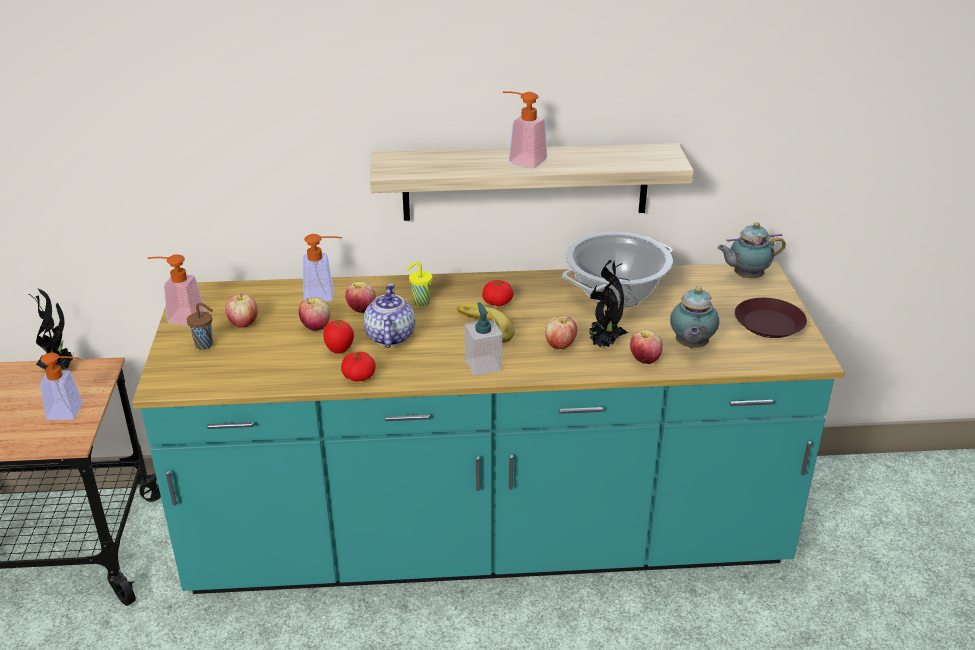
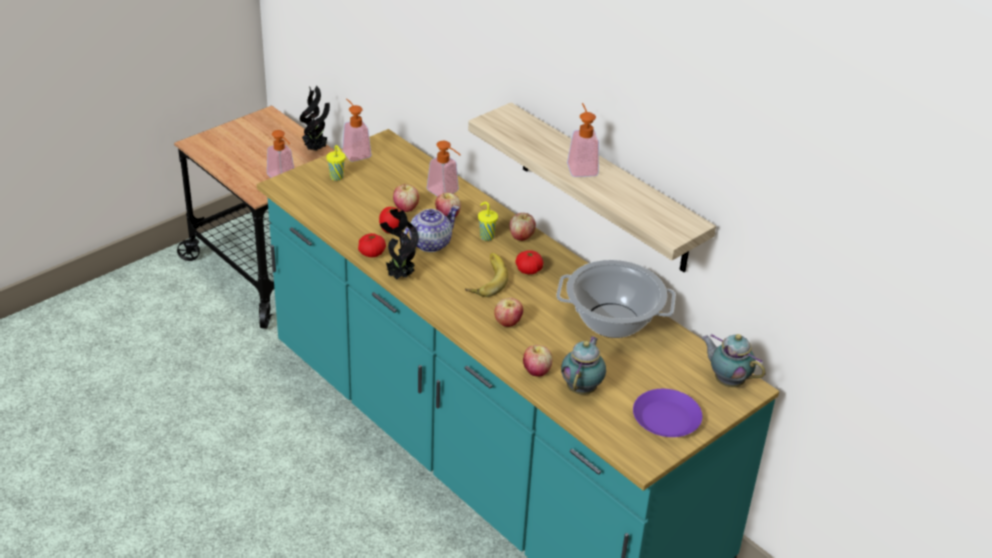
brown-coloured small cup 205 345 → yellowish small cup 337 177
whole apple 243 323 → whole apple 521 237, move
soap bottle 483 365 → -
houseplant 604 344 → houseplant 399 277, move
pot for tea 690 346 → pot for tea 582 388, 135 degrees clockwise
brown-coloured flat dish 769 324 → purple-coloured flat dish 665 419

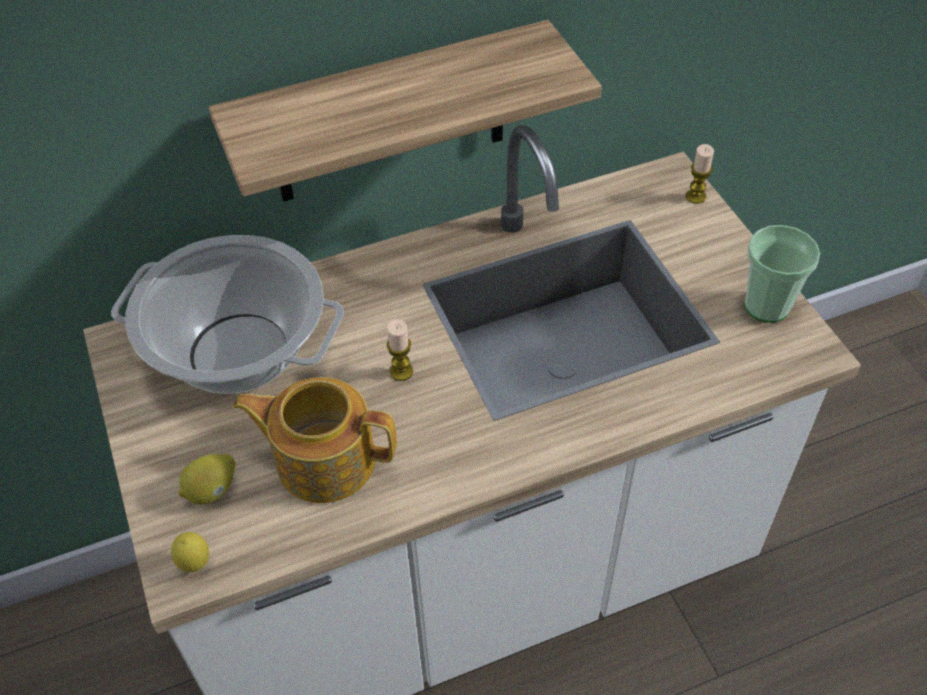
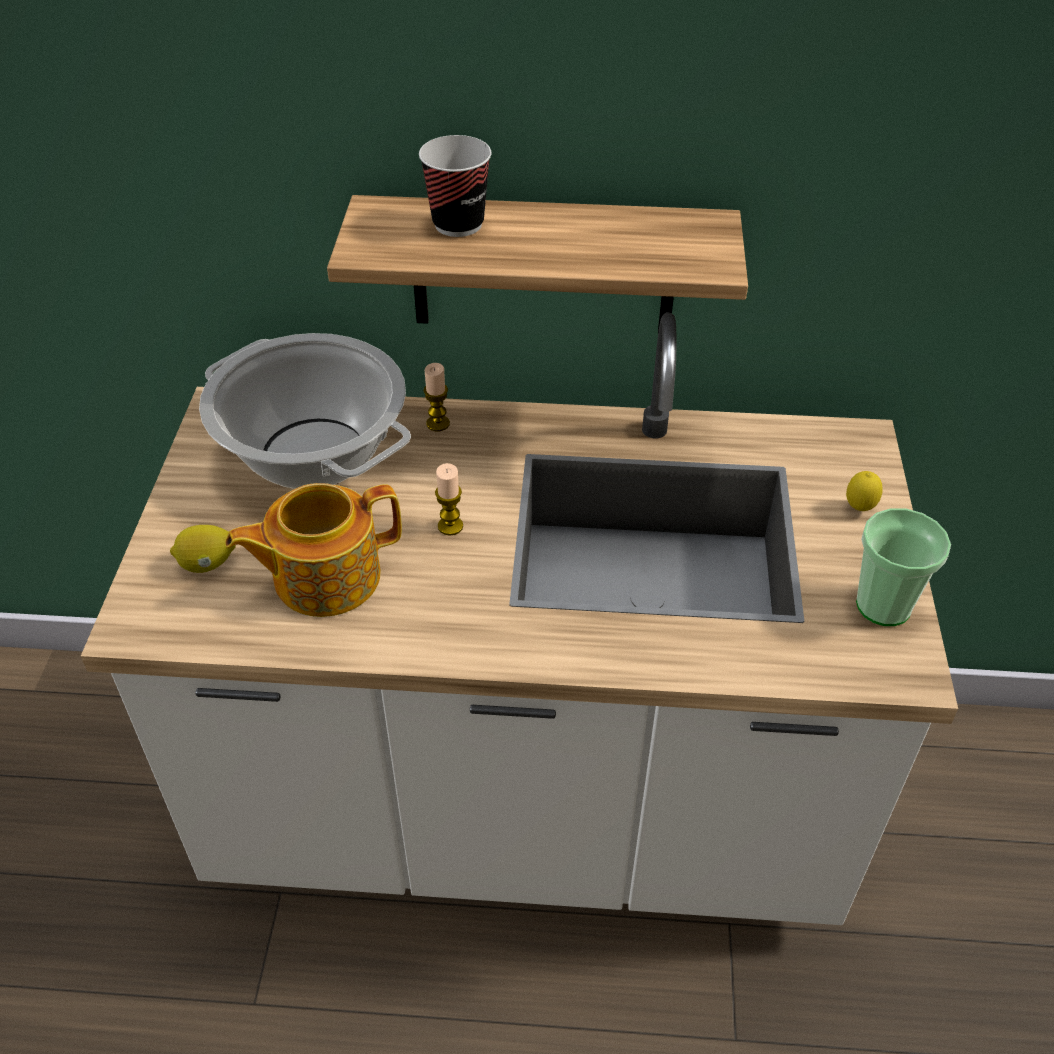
lemon 195 564 → lemon 859 509, move
pot for tea 324 459 → pot for tea 324 576, 60 degrees counterclockwise
candle 695 196 → candle 438 423, move
- → small cup 458 224

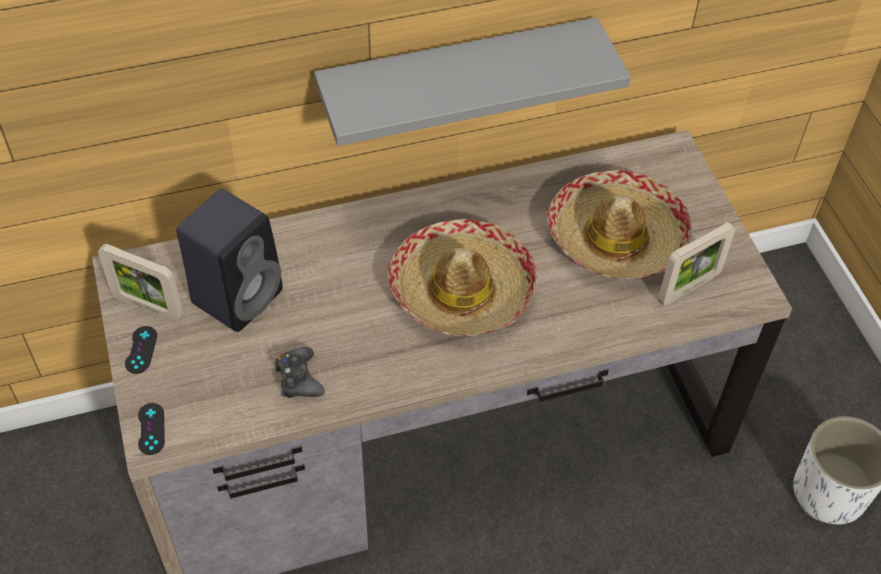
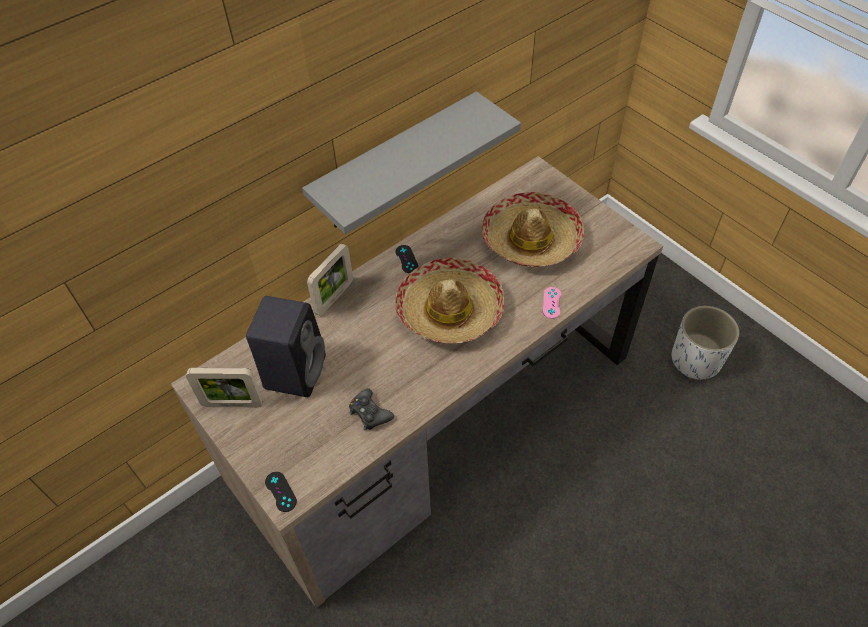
black game controller 141 350 → black game controller 406 259, move
standing frame 689 288 → standing frame 334 297, move
- → pink game controller 551 303

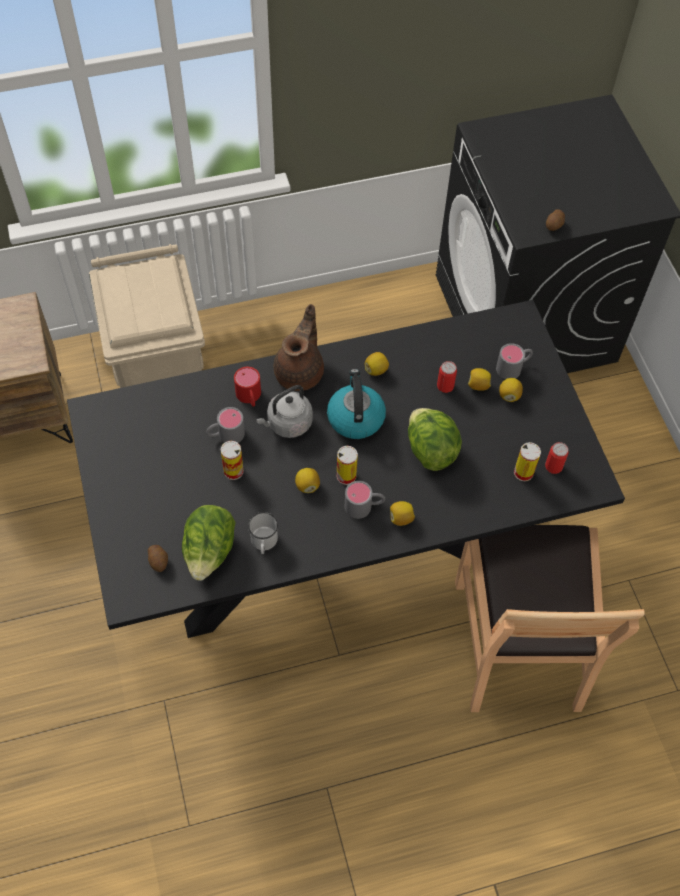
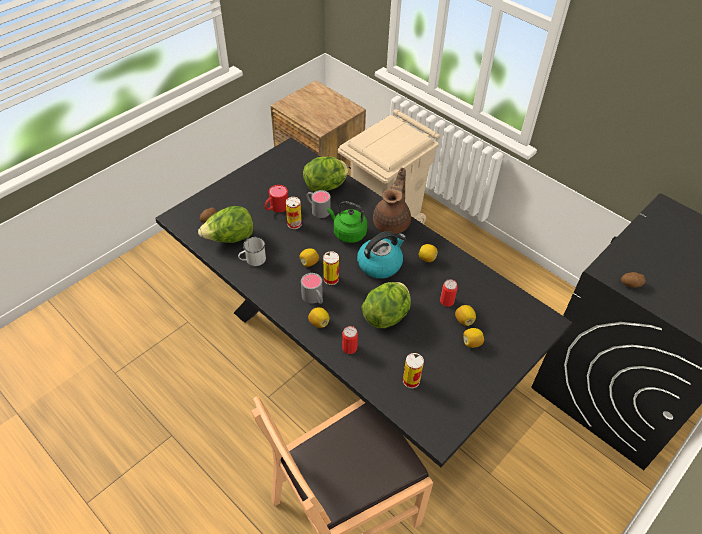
reddish mug 249 397 → reddish mug 276 208, move
grey water kettle 287 424 → green water kettle 348 233
brown-coloured pot for tea 300 372 → brown-coloured pot for tea 392 222, 60 degrees counterclockwise
grey mug 513 367 → -
metal can 553 466 → metal can 349 348, move
- → lettuce head 326 186

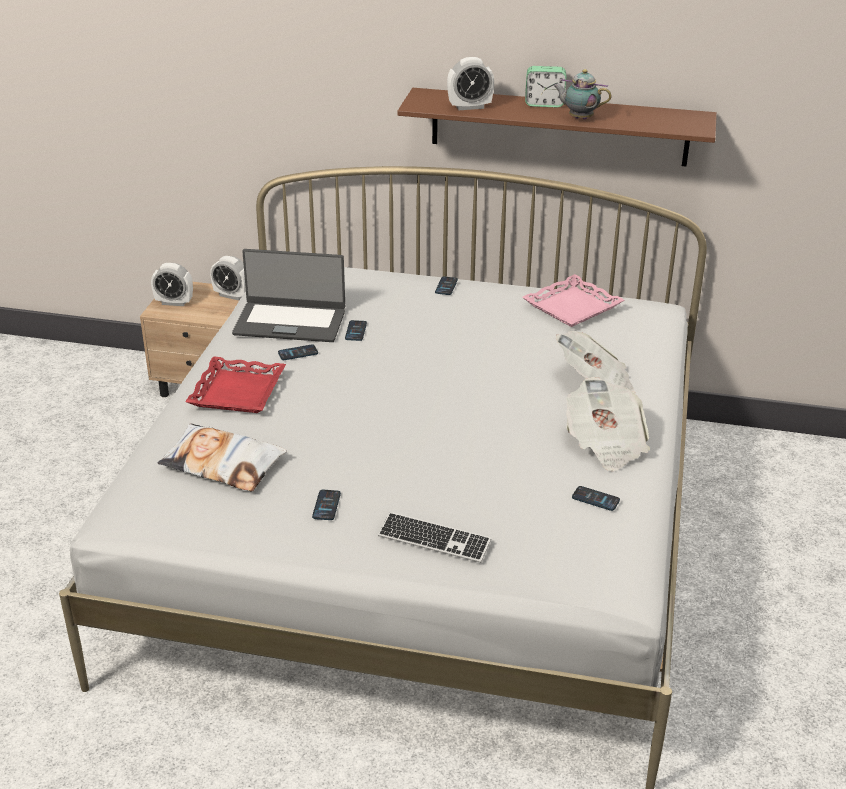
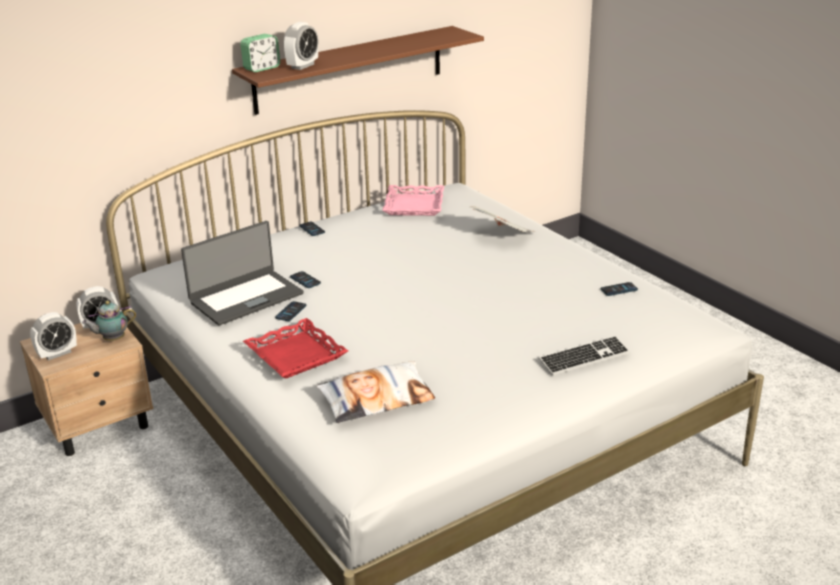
handset 326 505 → -
table clock 544 104 → table clock 261 68, move
pot for tea 579 118 → pot for tea 112 339, move
printed paper 605 444 → -

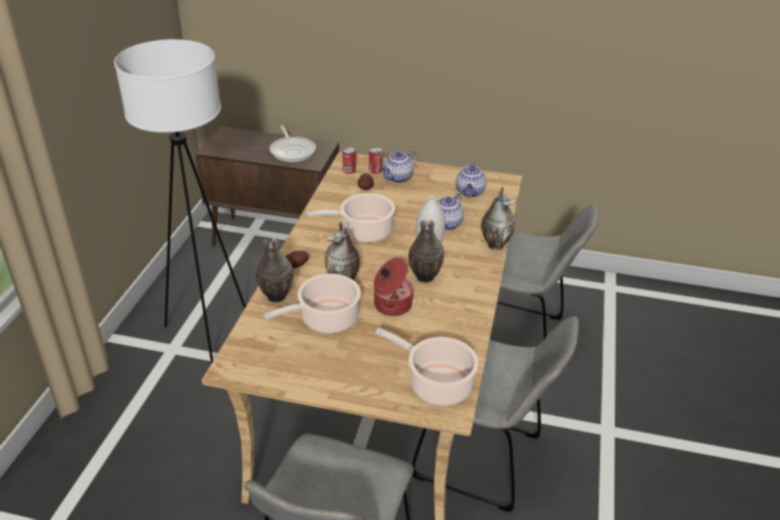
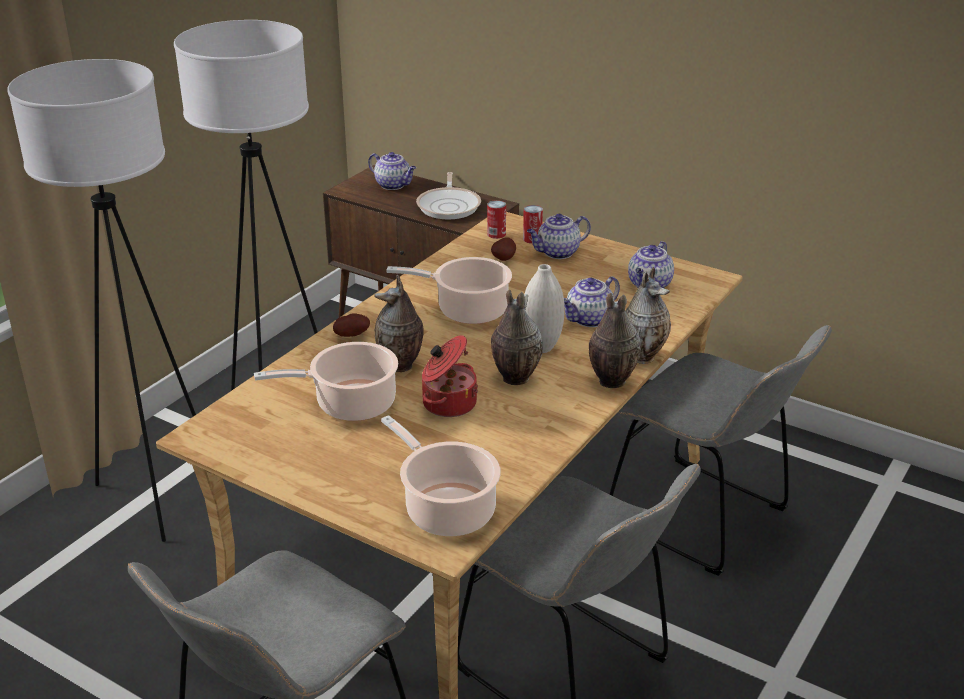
flower vase 275 297 → flower vase 610 382, move
- → white standard lamp 158 497
- → pot for tea 394 185

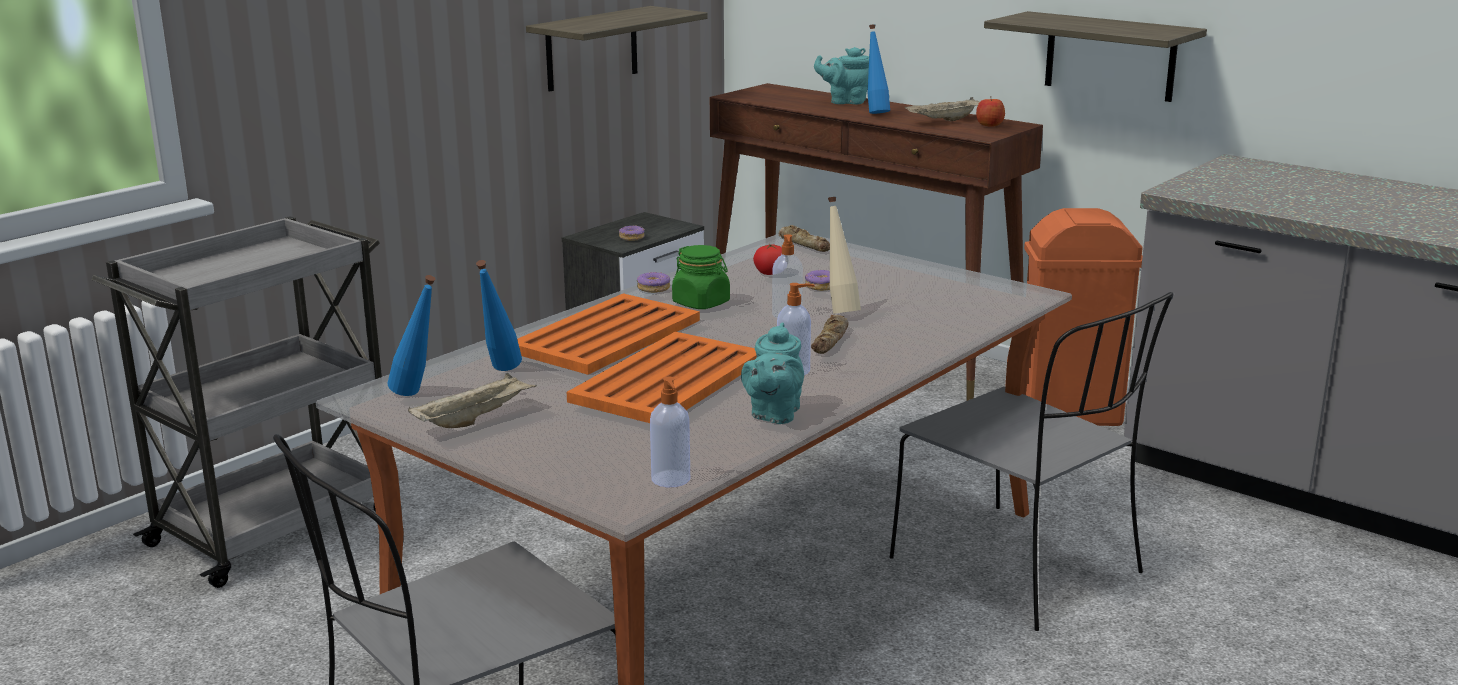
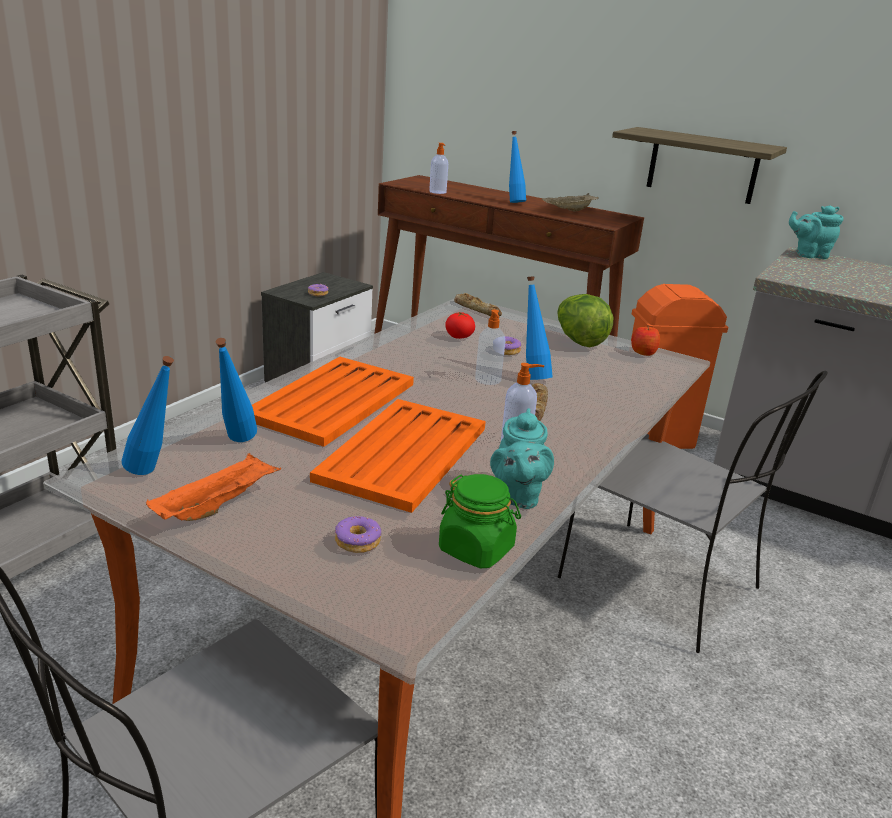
sand-coloured serving tray 474 419 → orange-coloured serving tray 217 505
wall shelf 592 48 → -
doughnut 654 288 → doughnut 358 541, move
soap bottle 671 480 → soap bottle 438 192, move
green storage jar 701 303 → green storage jar 476 549, move
blue-green pot for tea 845 101 → blue-green pot for tea 809 255, move
sand-coloured beverage bottle 840 311 → blue beverage bottle 531 376
whole apple 989 125 → whole apple 643 352, move
- → lettuce head 578 341

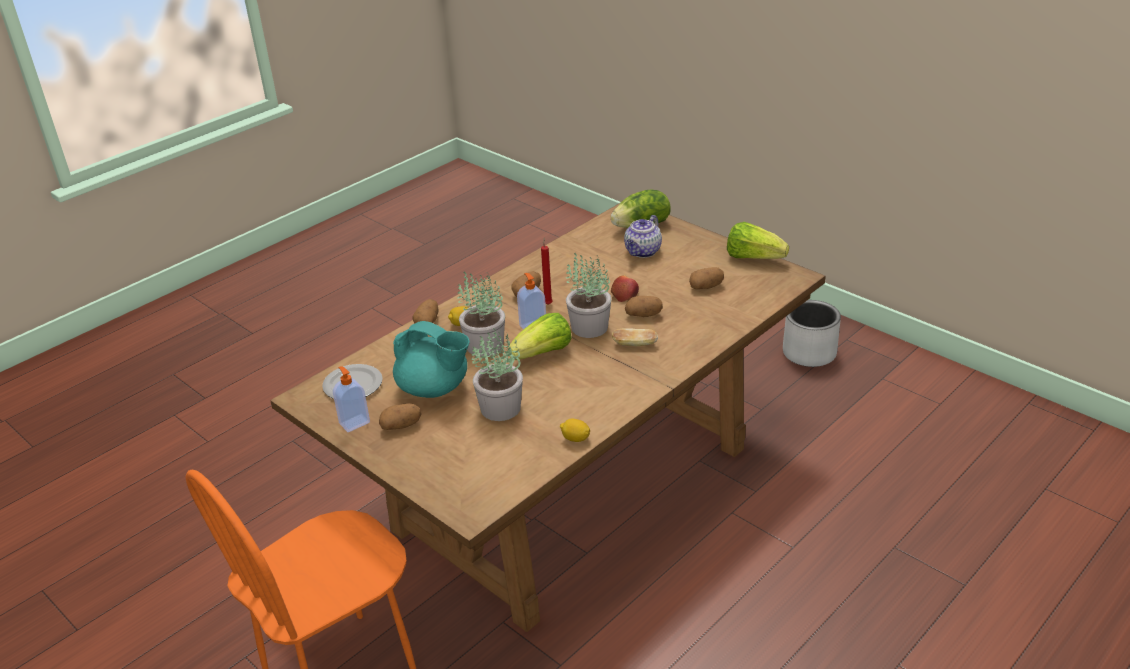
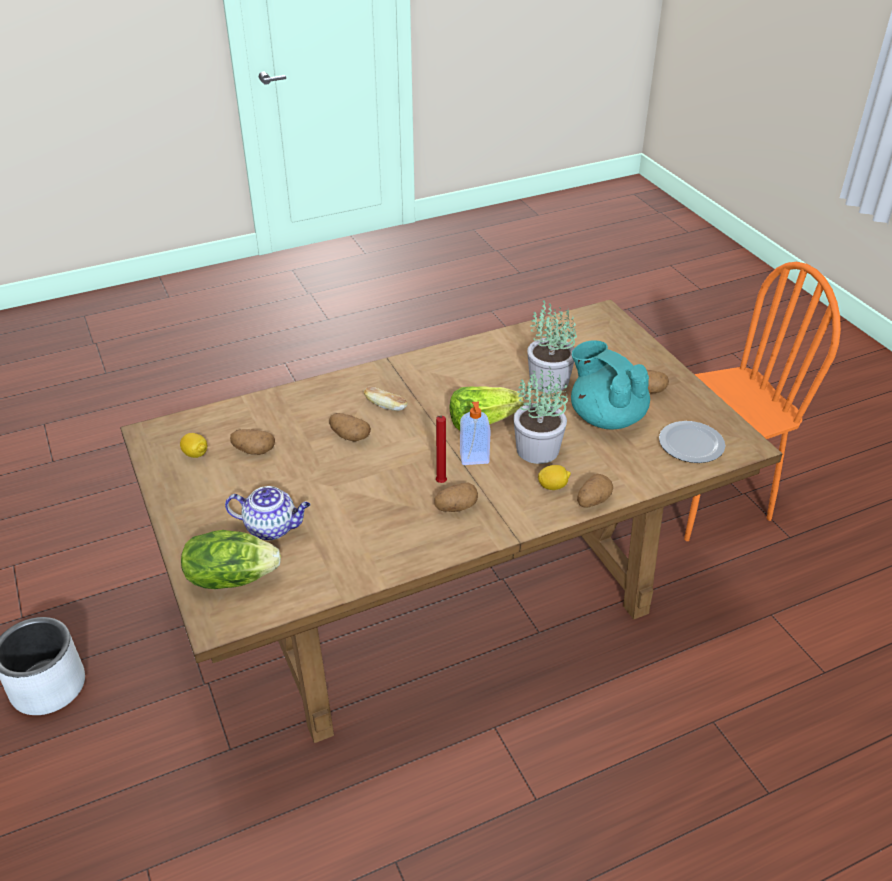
soap bottle 354 422 → -
lemon 575 439 → lemon 195 454, move
houseplant 588 327 → -
whole apple 624 294 → -
pot for tea 643 252 → pot for tea 272 528, 45 degrees clockwise
lettuce head 753 257 → -

